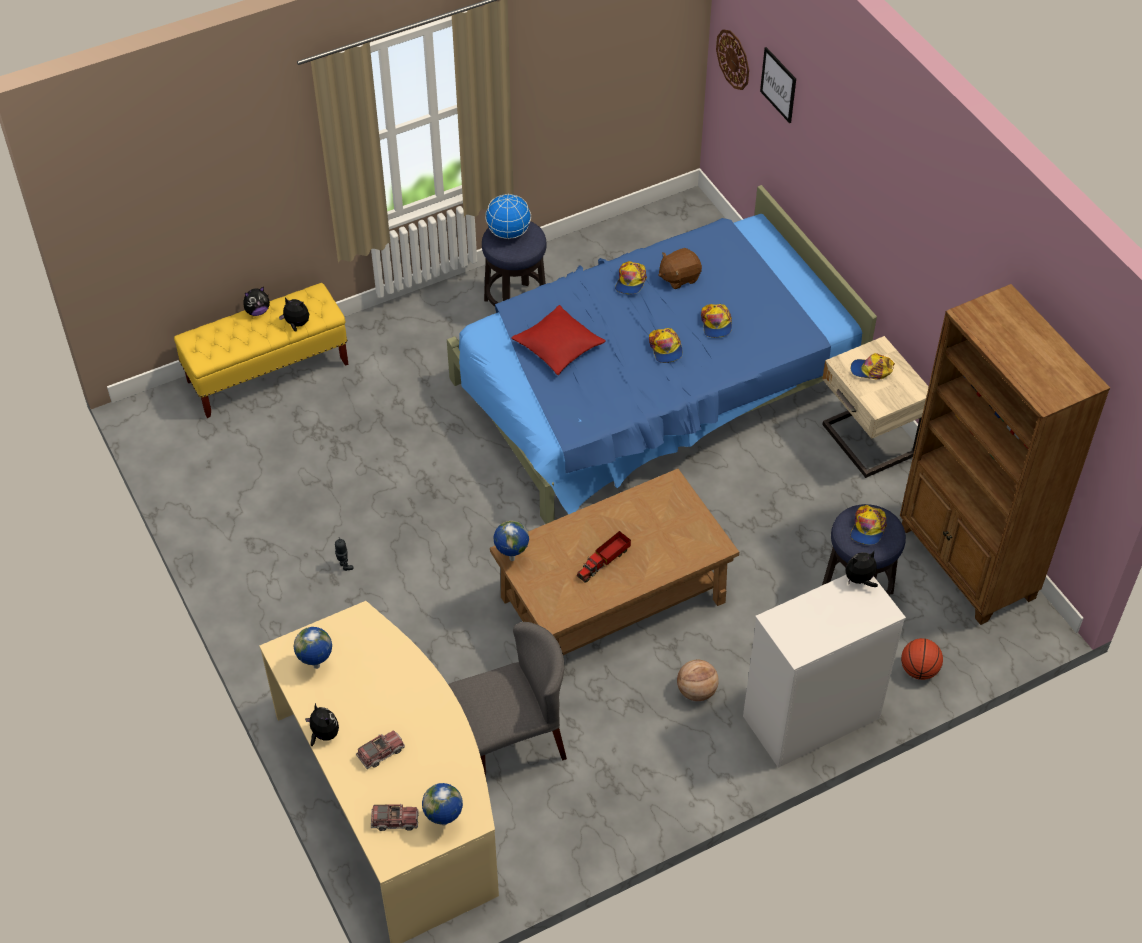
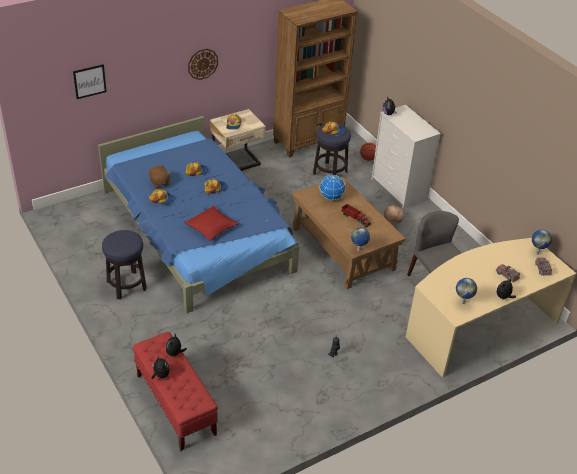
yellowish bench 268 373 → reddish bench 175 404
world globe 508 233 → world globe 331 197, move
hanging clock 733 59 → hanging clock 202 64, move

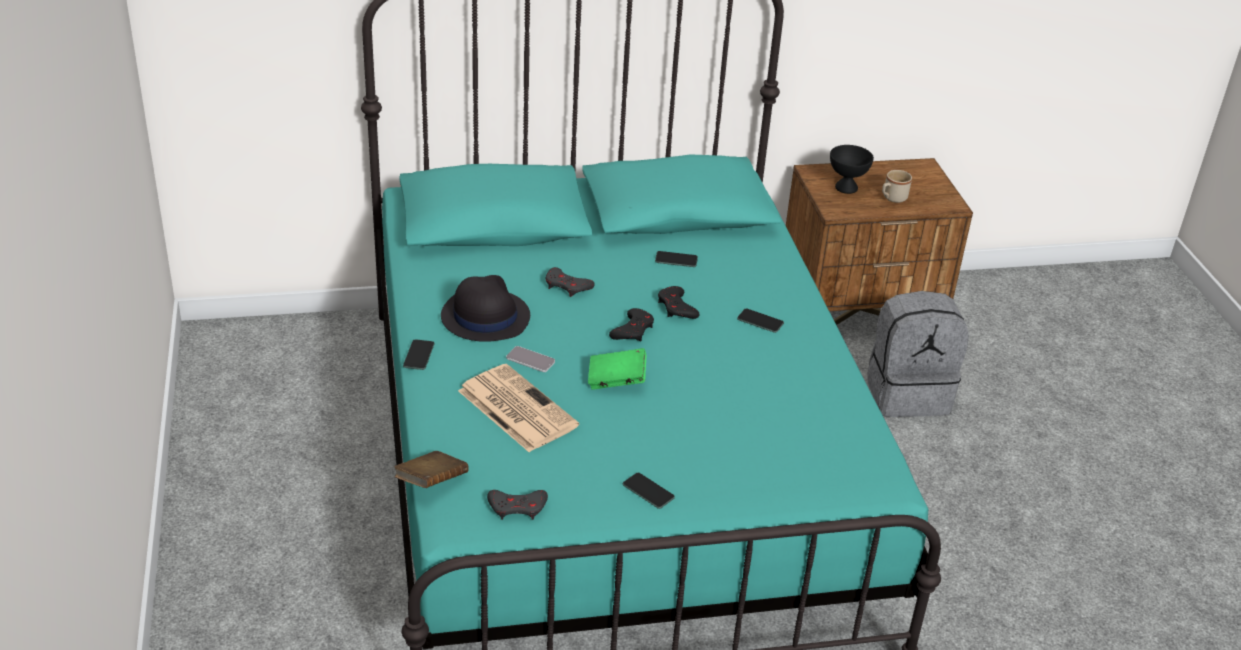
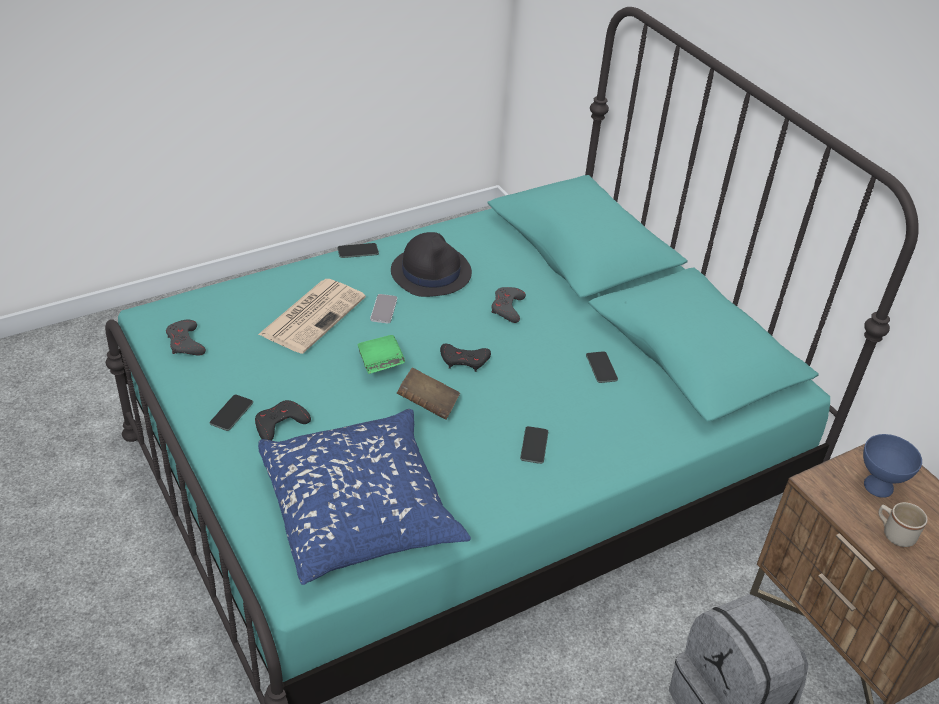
brown-coloured volume 431 482 → brown-coloured volume 428 405, move
black game controller 676 307 → black game controller 280 424, move
black serving bowl 847 187 → blue serving bowl 879 487
- → blue cushion 360 510

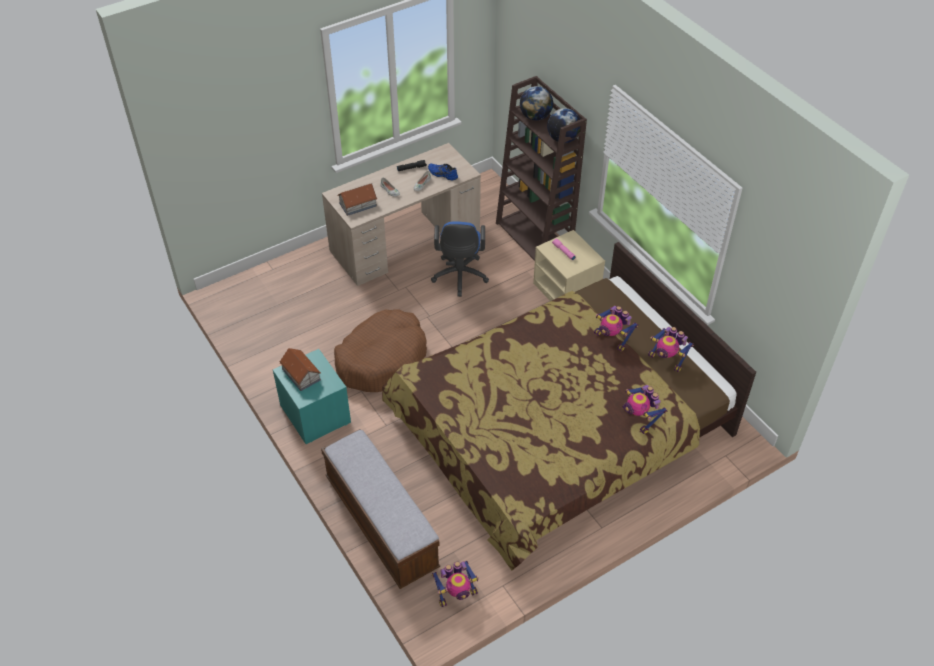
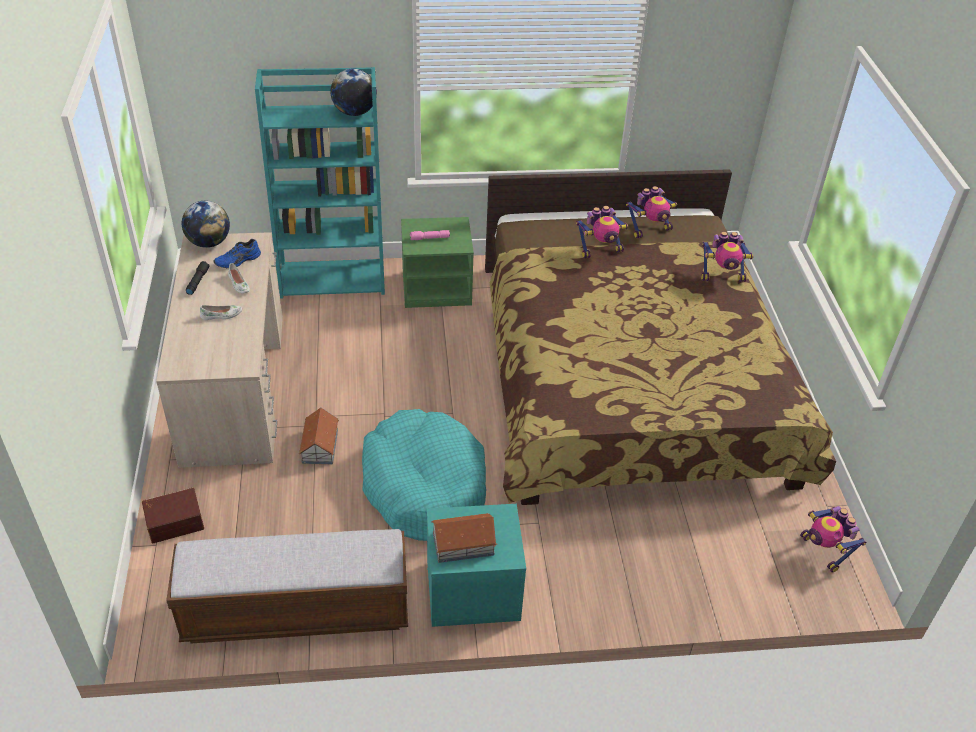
bench 381 523 → bench 296 611, move
brown-coloured dog cushion 382 359 → blue-green dog cushion 424 486
model house 357 204 → model house 319 446, move
blue computer chair 459 278 → -
model robot 456 593 → model robot 824 551, 150 degrees clockwise
brown-coloured bookshelf 535 238 → blue-green bookshelf 333 278
world globe 535 117 → world globe 209 242, move
sand-coloured nightstand 567 291 → green nightstand 437 288
- → brown-coloured storage bin 174 521

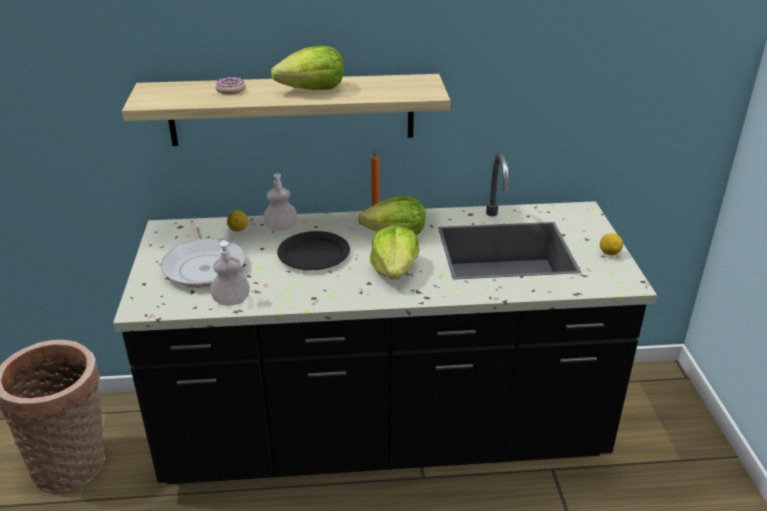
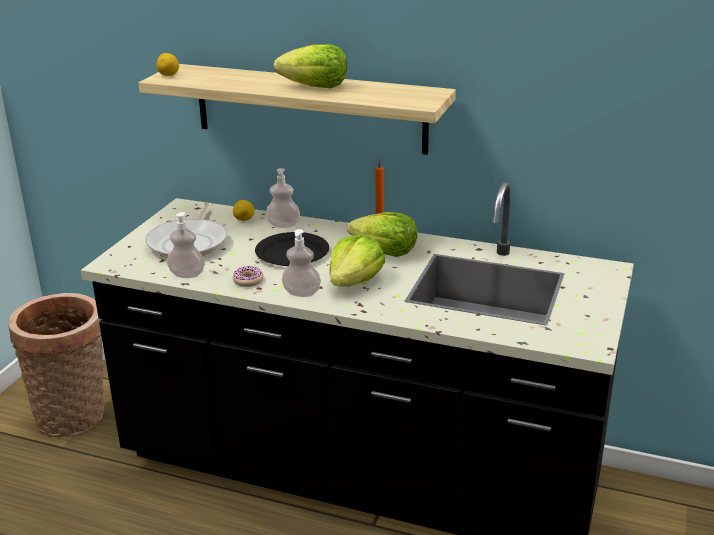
doughnut 231 90 → doughnut 248 280, move
lemon 609 253 → lemon 169 75, move
- → soap bottle 301 293

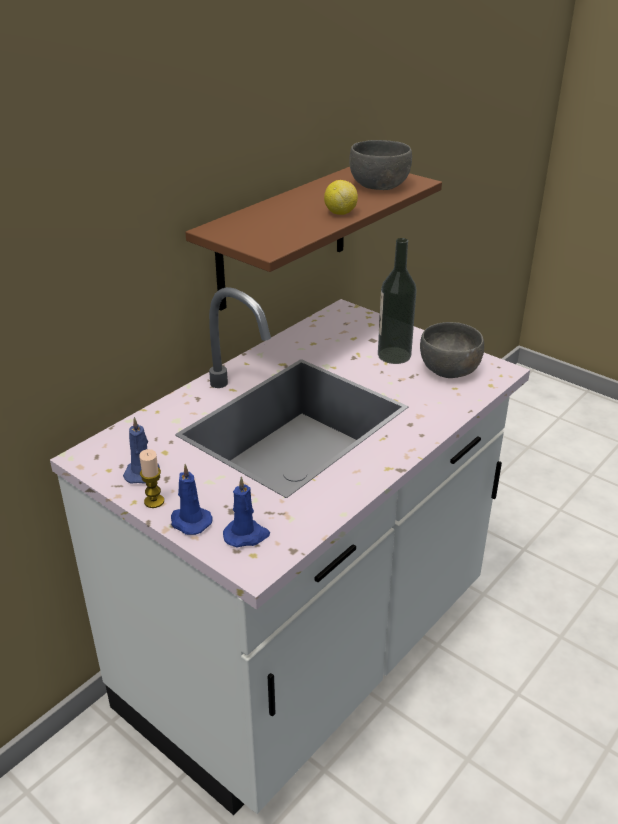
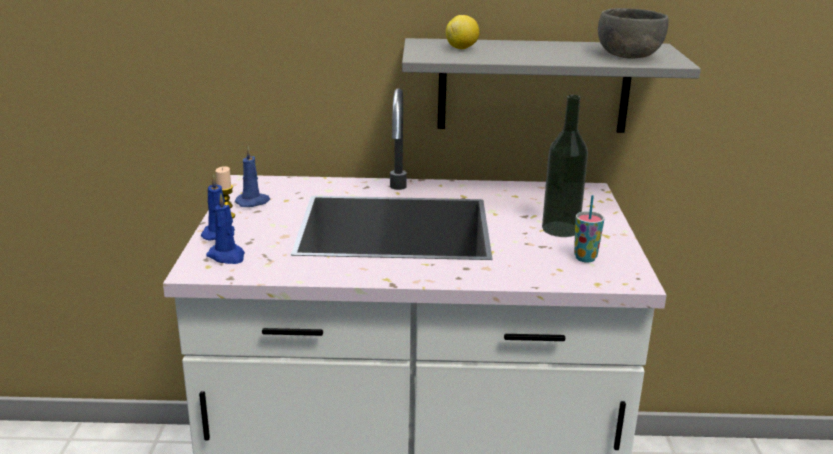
brown-coloured wall shelf 283 236 → grey wall shelf 533 86
lemon 340 213 → lemon 462 48, move
grey serving bowl 449 370 → small cup 585 258

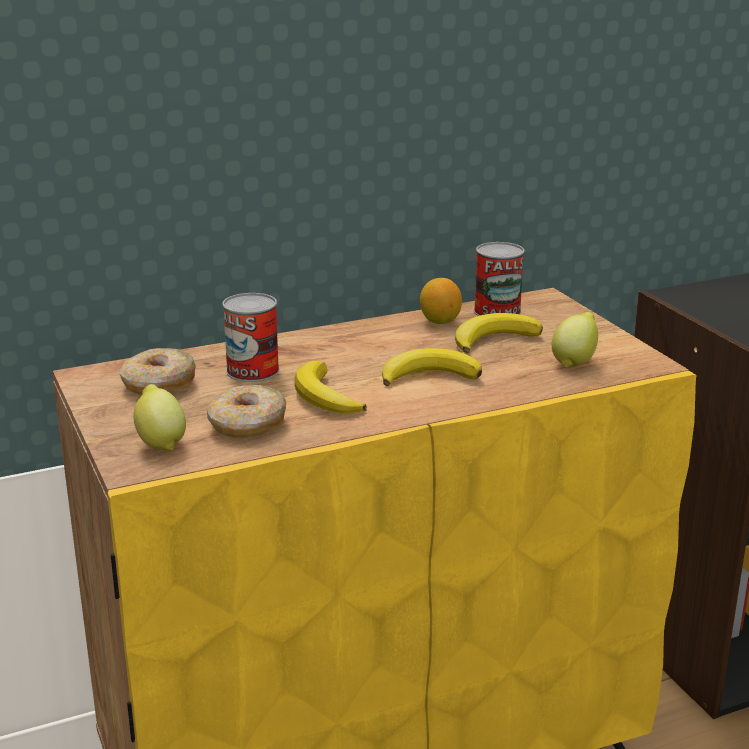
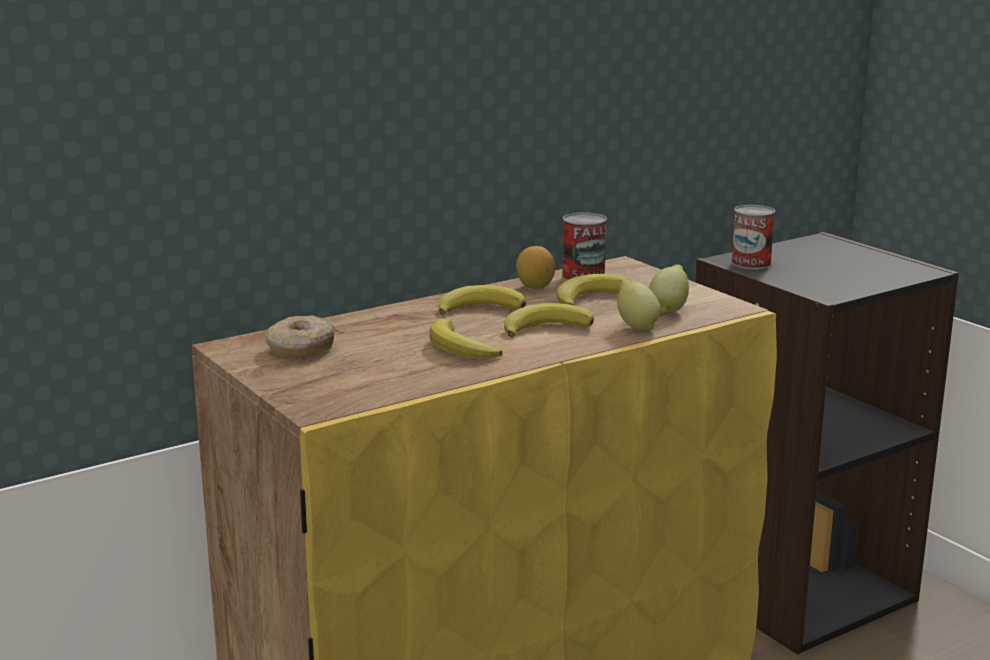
lemon 160 443 → lemon 635 326, move
doughnut 247 425 → -
metal can 252 370 → metal can 751 263, move
- → banana fruit 480 307

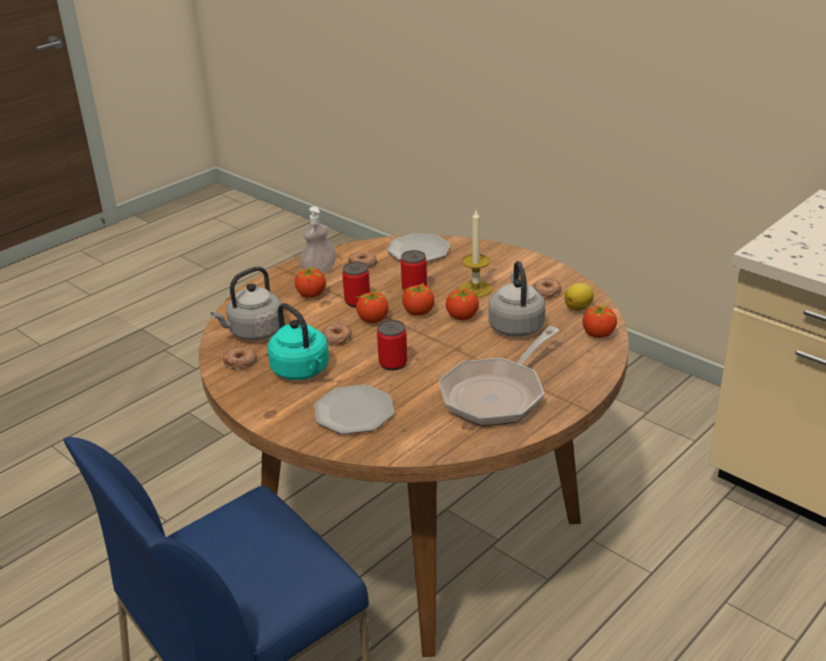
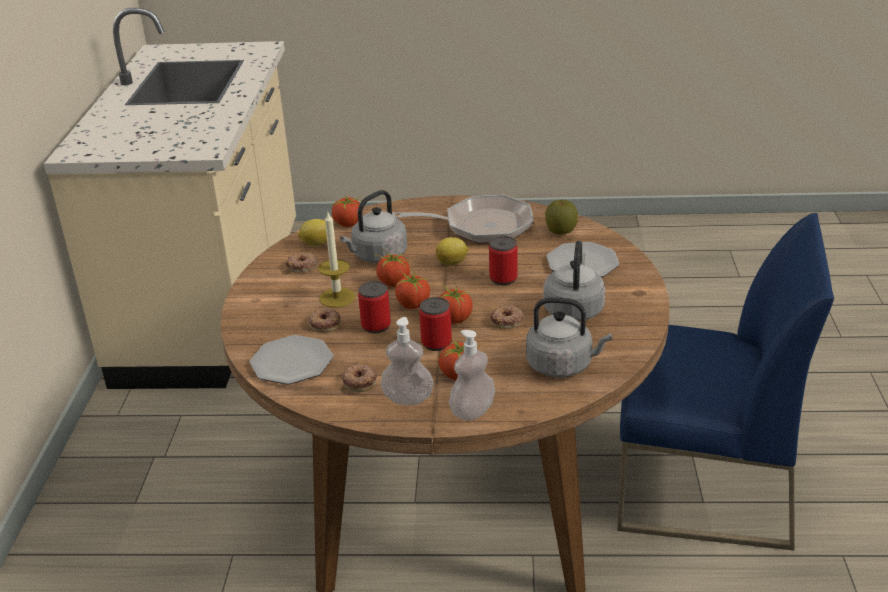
doughnut 240 362 → doughnut 325 323, move
blue-green water kettle 302 371 → grey water kettle 574 309
- → lemon 452 263
- → soap bottle 472 411
- → whole apple 561 231

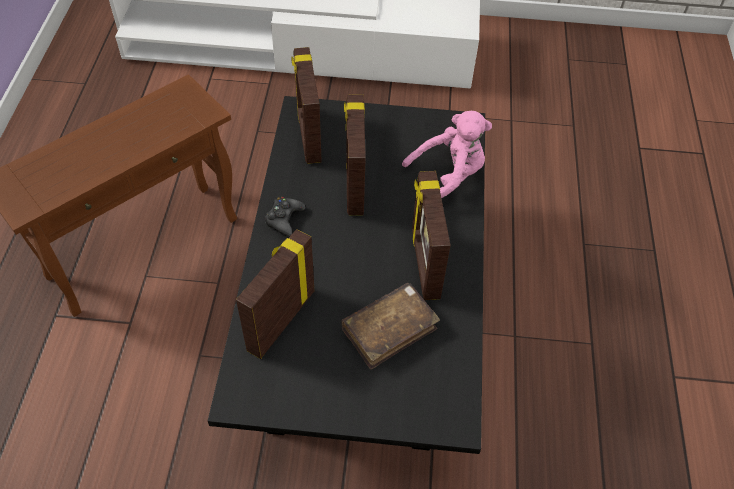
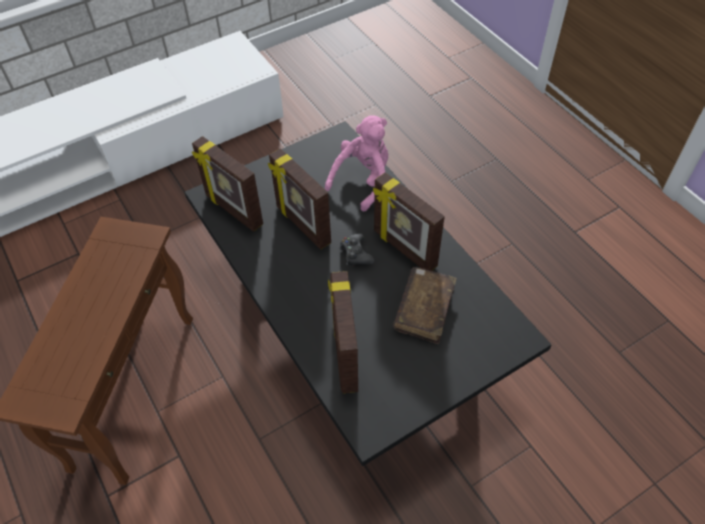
black game controller 284 219 → black game controller 356 254, move

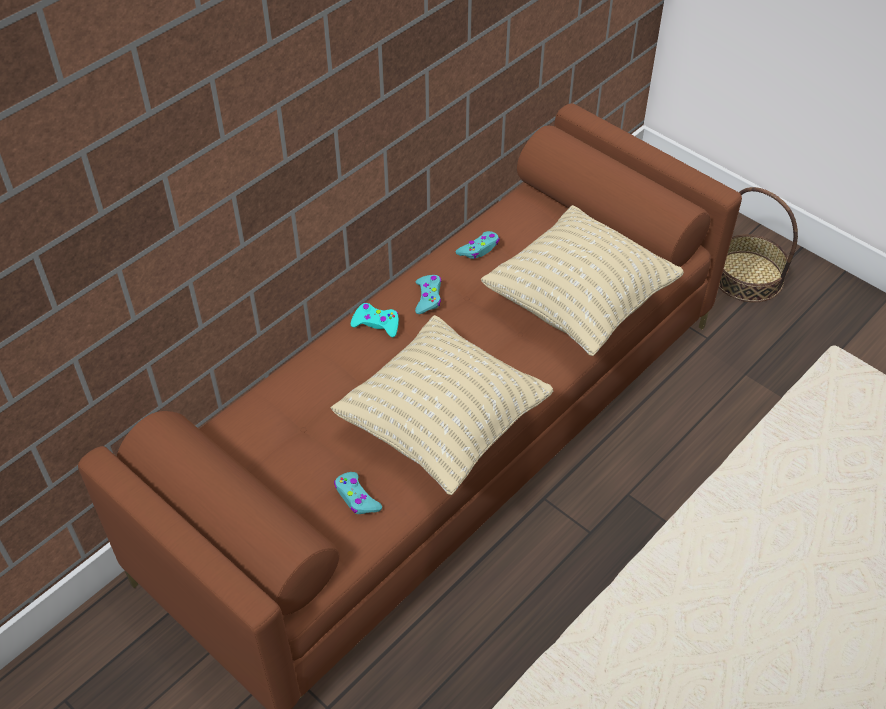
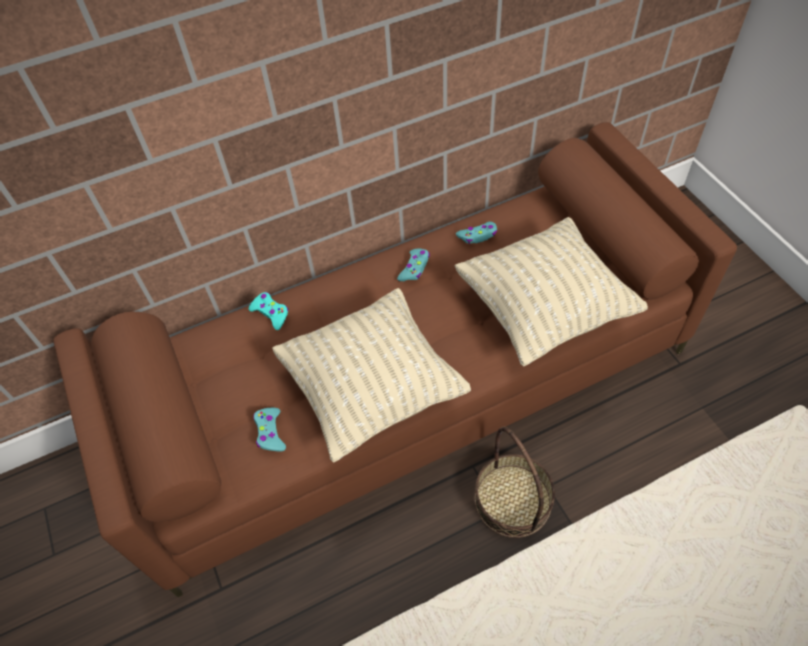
blue-green game controller 376 324 → blue-green game controller 271 313, move
storage basket 747 276 → storage basket 513 500, move

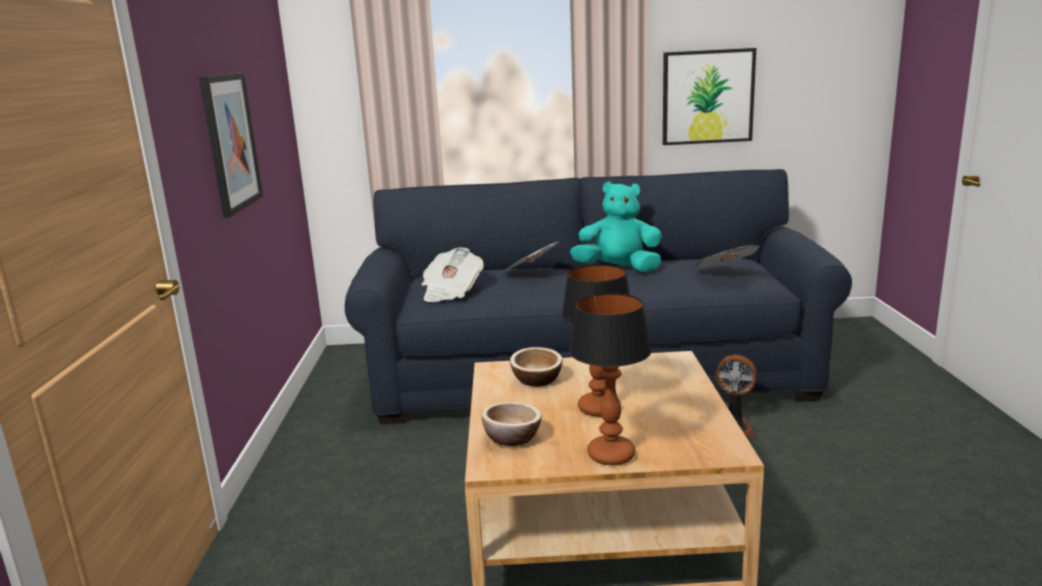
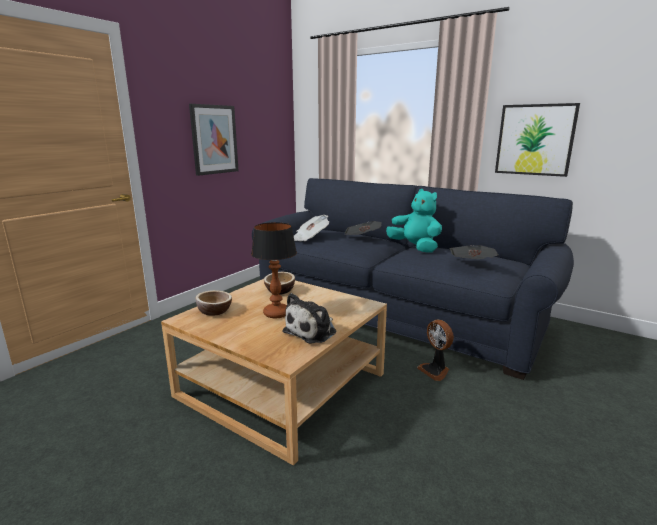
lamp for a table 611 455 → -
- → soft toy 312 331

